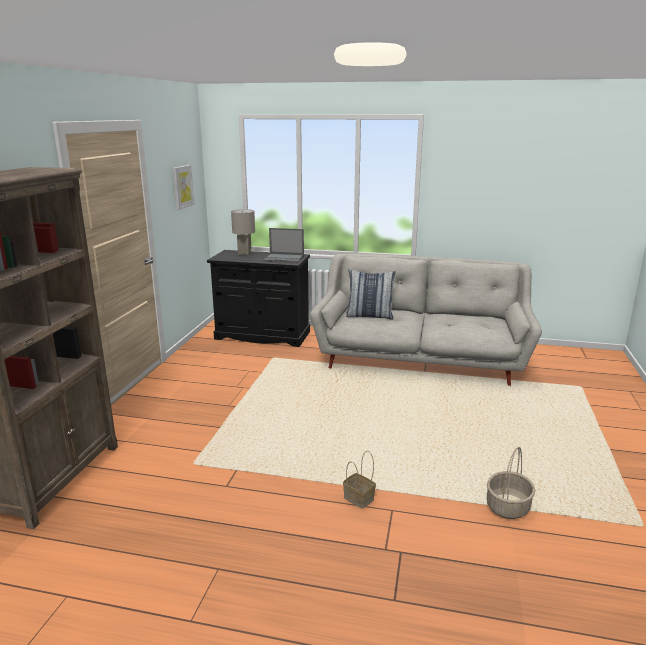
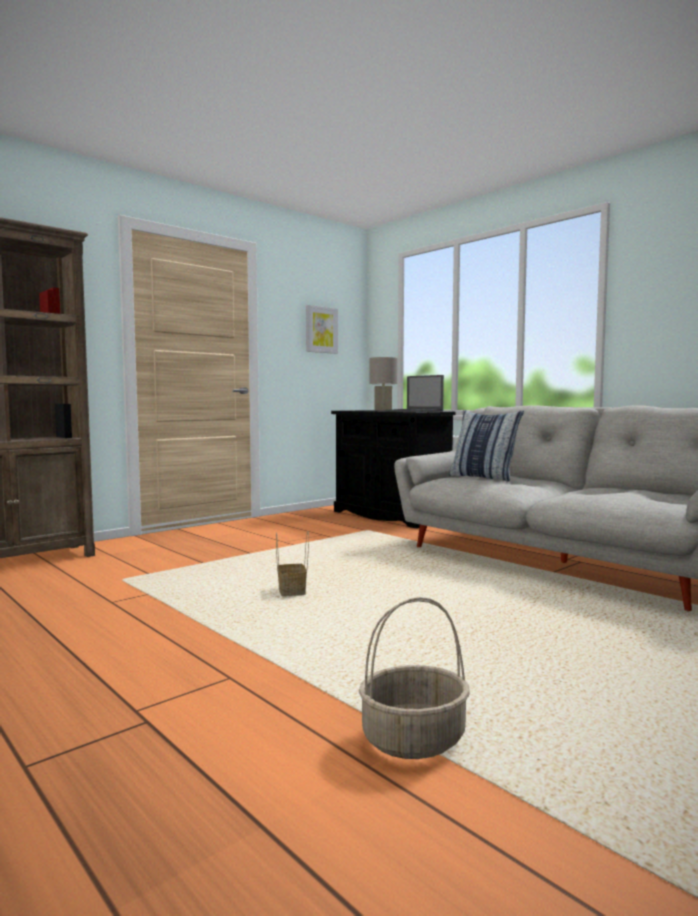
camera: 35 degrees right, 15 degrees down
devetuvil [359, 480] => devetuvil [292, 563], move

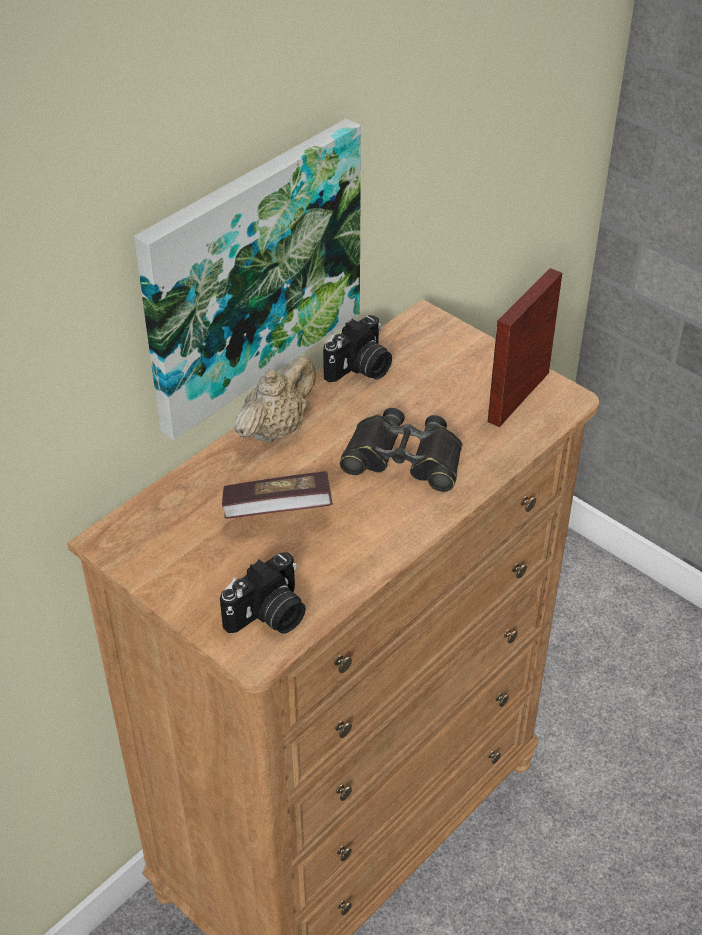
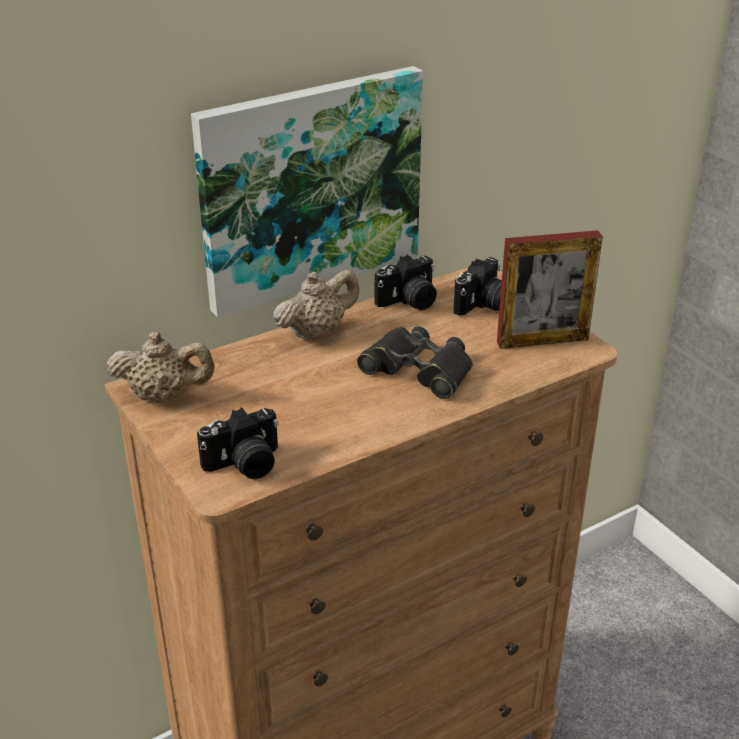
camera: 15 degrees right, 10 degrees down
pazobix [525, 347] => pazobix [550, 289], 150 degrees counterclockwise
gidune [277, 495] => nothing
nothing => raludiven [477, 286]
nothing => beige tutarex [161, 367]

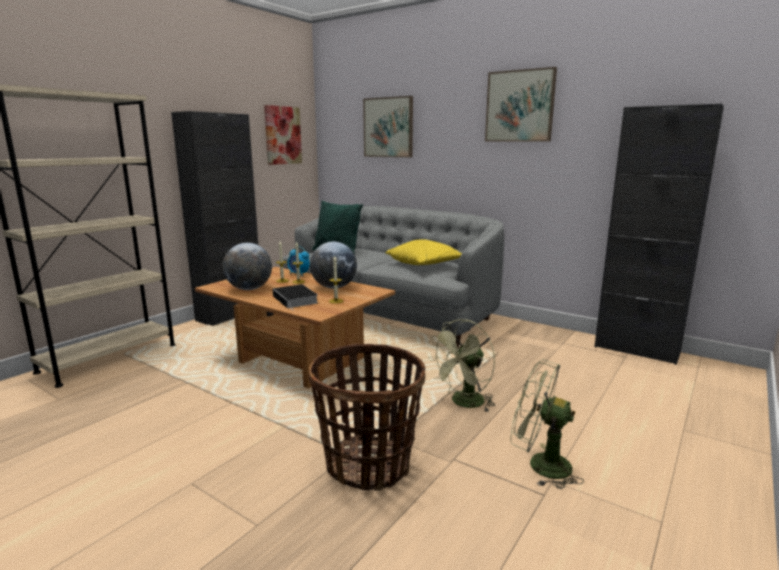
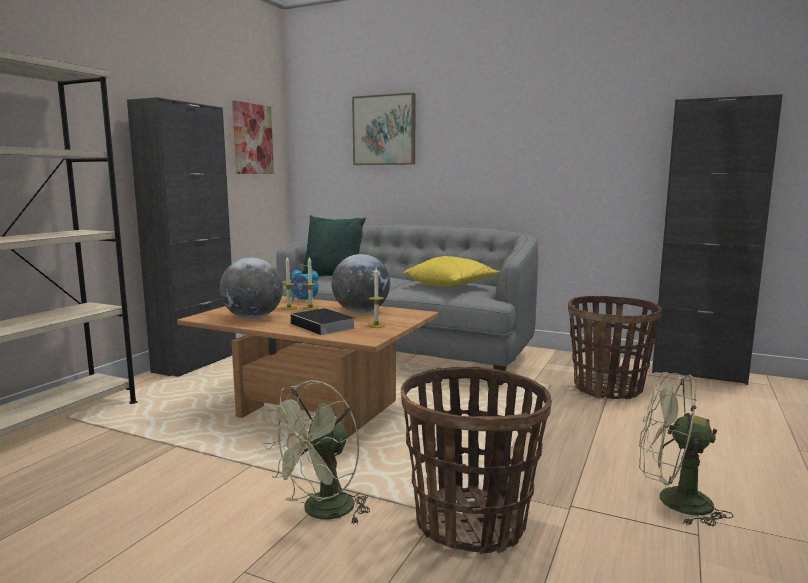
camera: 10 degrees left, 5 degrees down
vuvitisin [521, 104] => nothing
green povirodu [462, 366] => green povirodu [316, 452], move
nothing => devetuvil [615, 347]

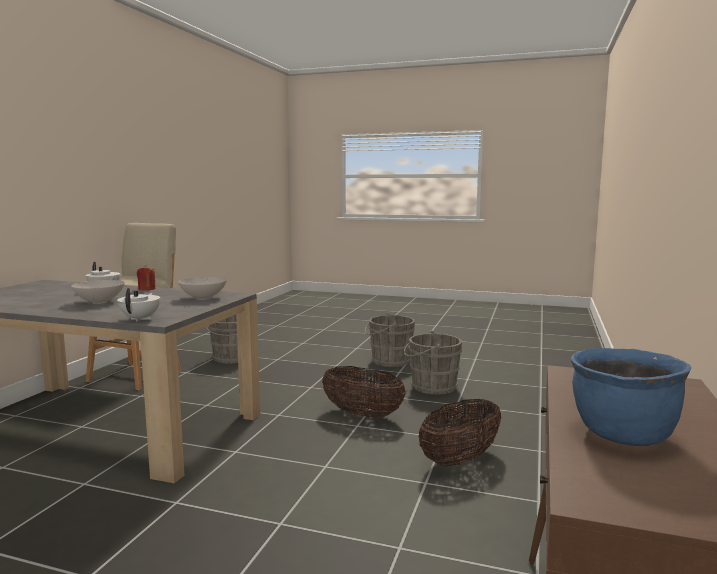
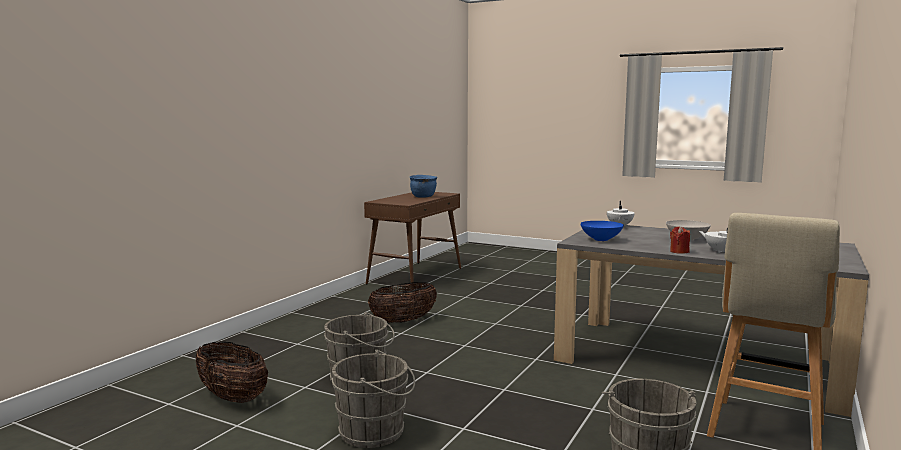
camera: 170 degrees left, 0 degrees up
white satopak [202, 288] => blue satopak [602, 231]
devetuvil [364, 392] => devetuvil [232, 372], move

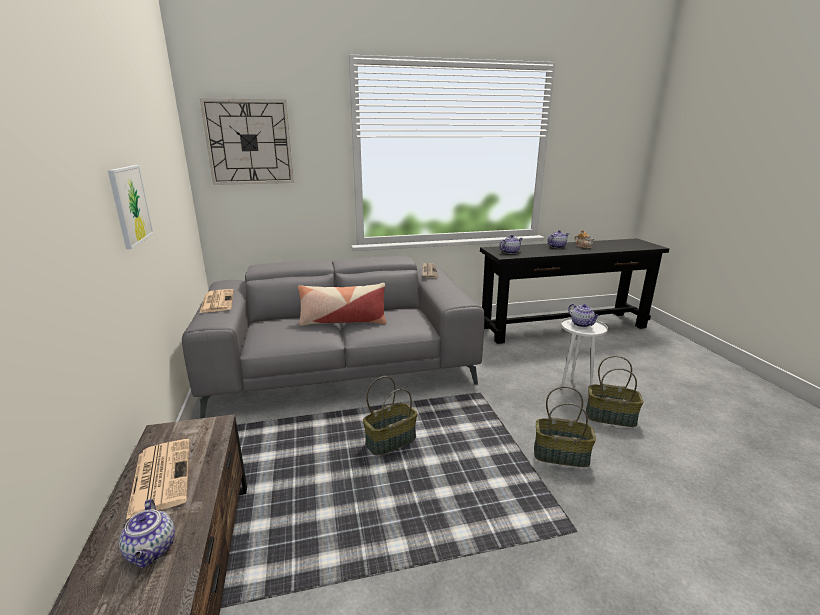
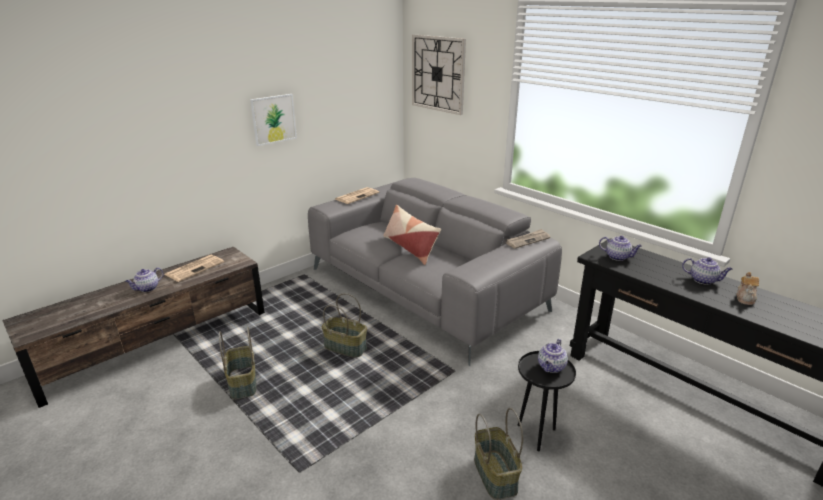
camera: 60 degrees right, 5 degrees up
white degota [584, 353] => black degota [547, 401]
devetuvil [565, 426] => devetuvil [238, 363], move

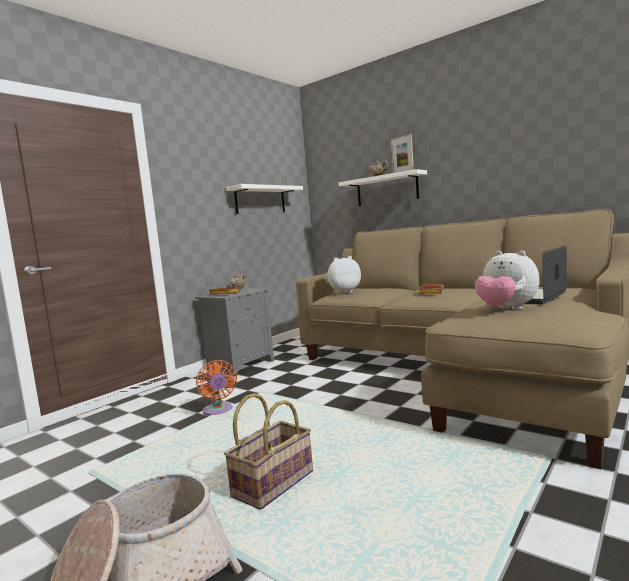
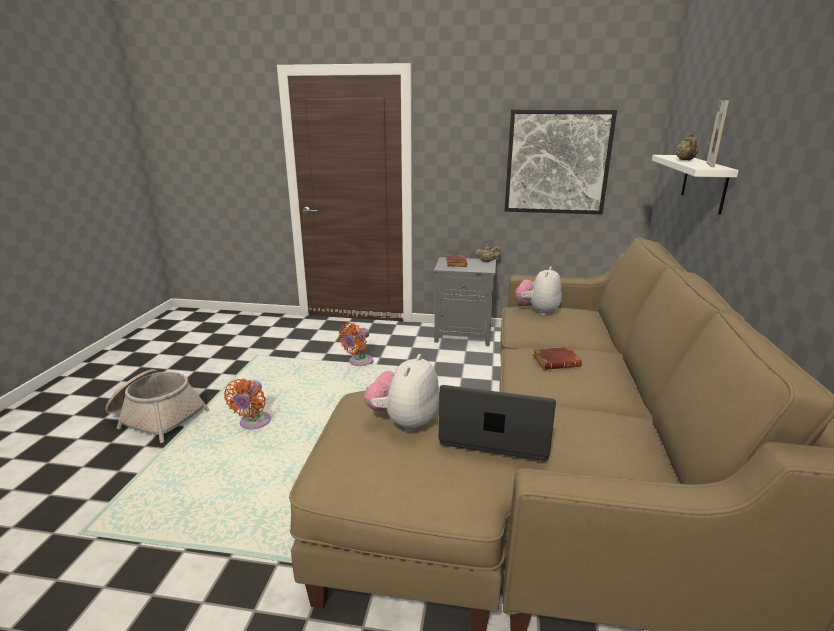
camera: 60 degrees right, 15 degrees up
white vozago [264, 199] => vuvitisin [560, 162]
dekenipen [343, 275] => dekenipen [538, 290], 105 degrees counterclockwise
devetuvil [268, 451] => orange povirodu [247, 404]

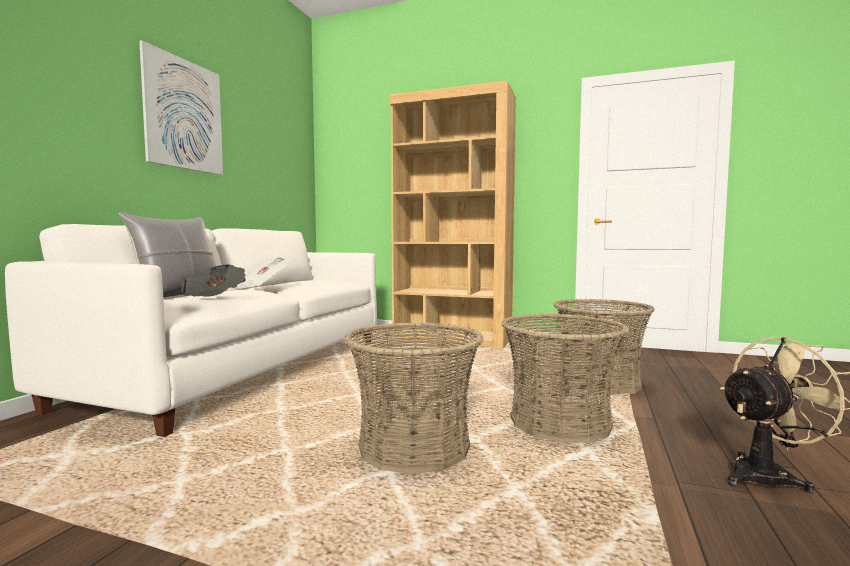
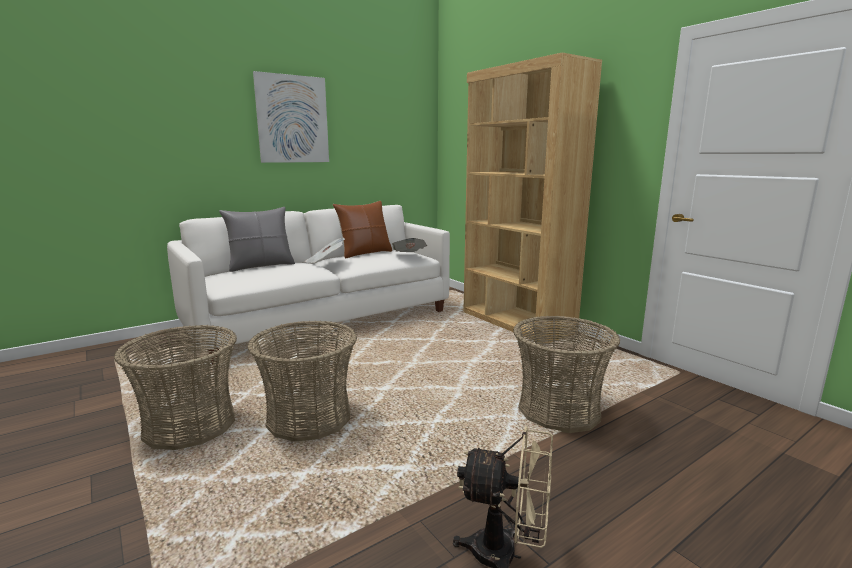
camera: 35 degrees right, 10 degrees up
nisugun [214, 280] => nisugun [409, 245], move
devetuvil [565, 378] => devetuvil [175, 387], move
nothing => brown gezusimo [362, 229]

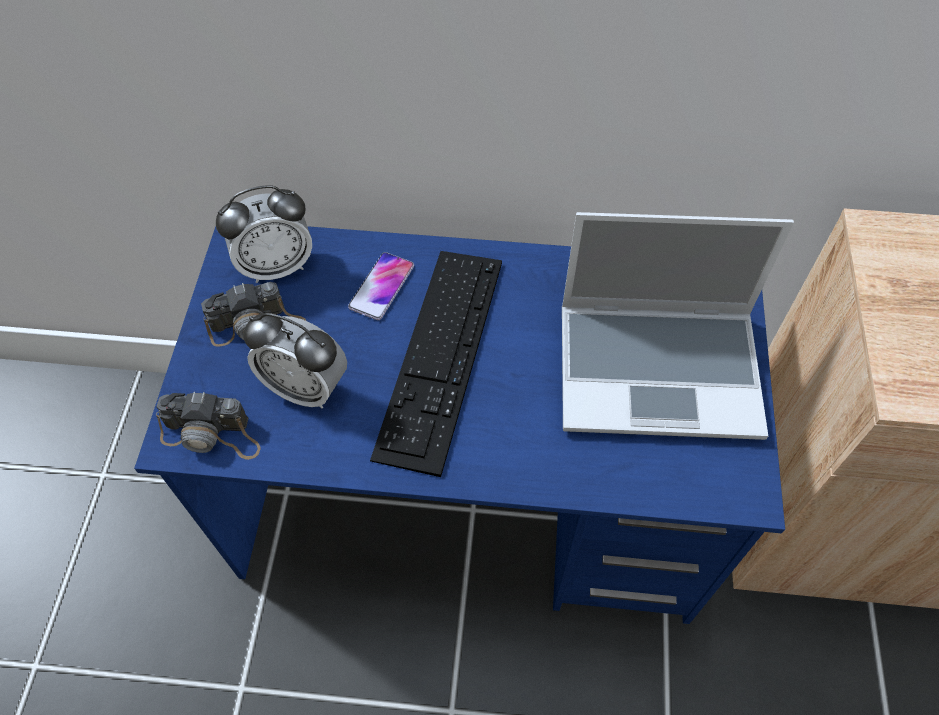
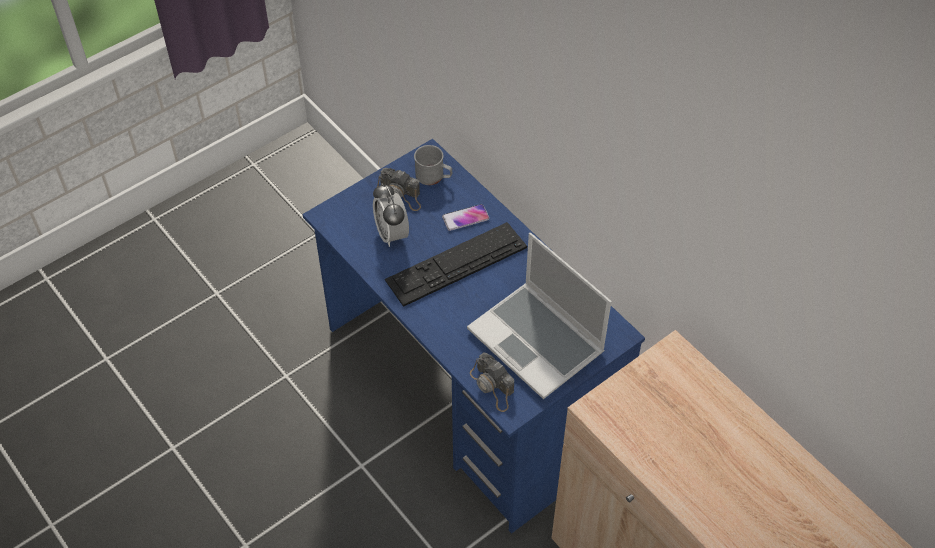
camera: 45 degrees right, 5 degrees down
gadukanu [264, 234] => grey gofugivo [433, 165]
raludiven [208, 426] => raludiven [492, 382], move

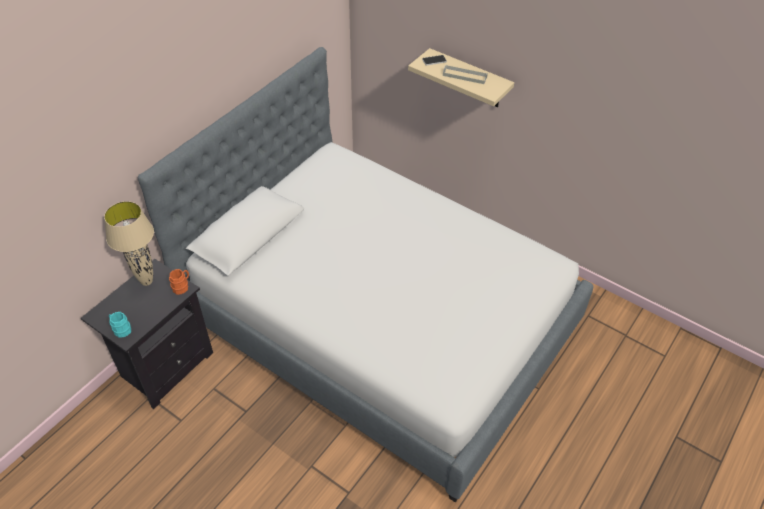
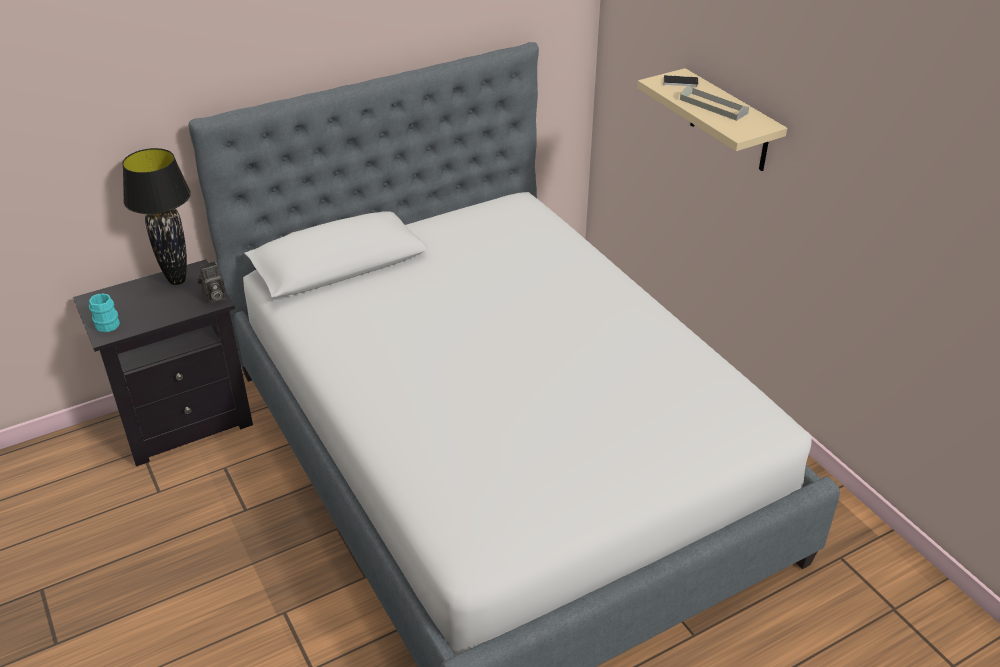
camera: 25 degrees right, 10 degrees down
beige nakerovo [129, 243] => black nakerovo [156, 216]
orange gofugivo [179, 282] => raludiven [211, 282]

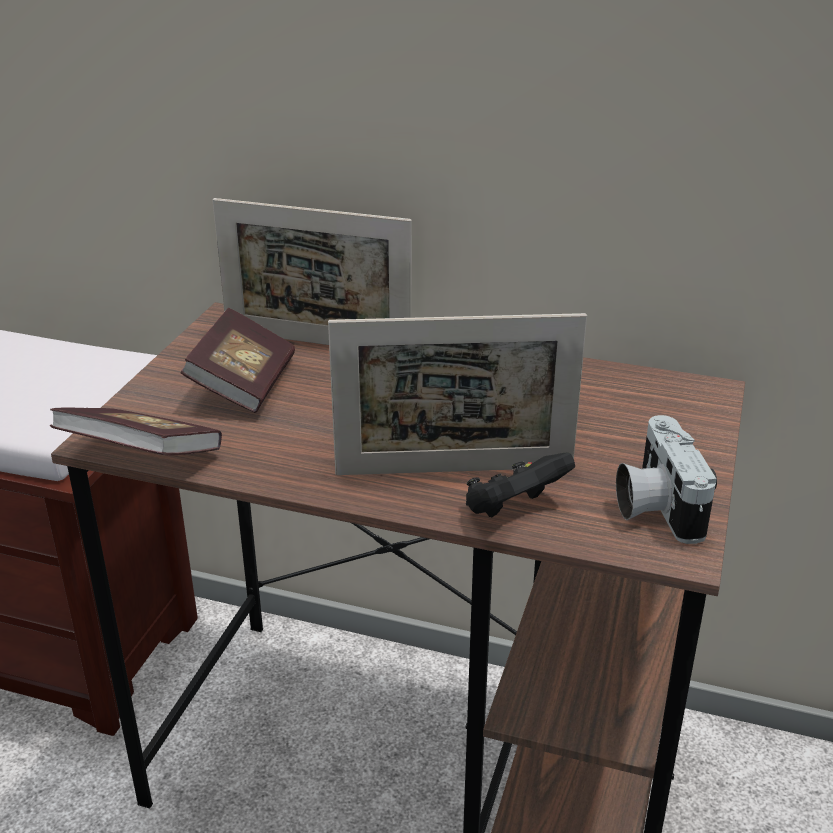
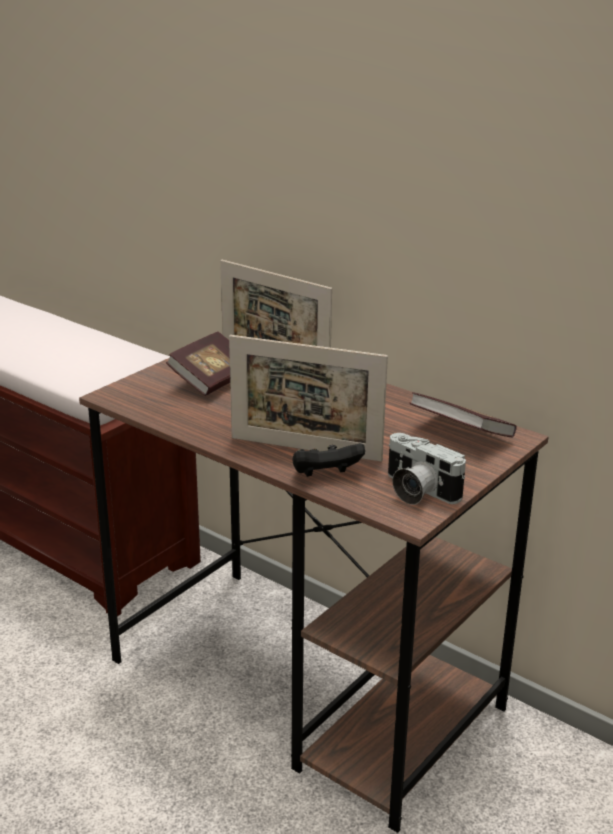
camera: 20 degrees right, 5 degrees down
gidune [136, 431] => gidune [463, 415], move
raludiven [666, 479] => raludiven [427, 469], 60 degrees counterclockwise

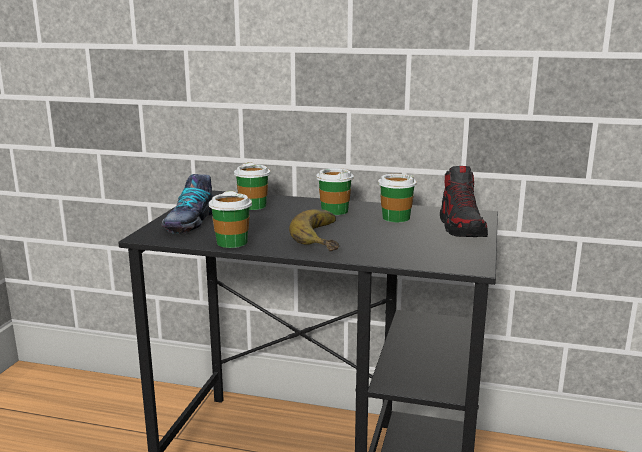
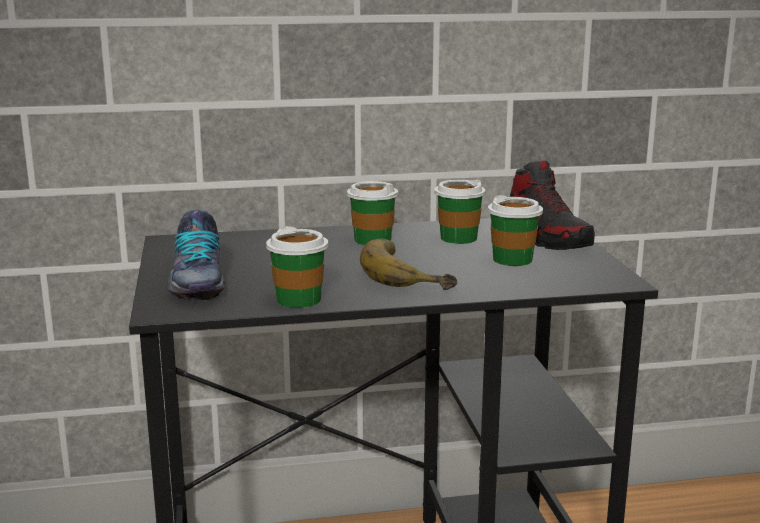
camera: 25 degrees left, 0 degrees up
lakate [252, 186] => lakate [515, 230], move

